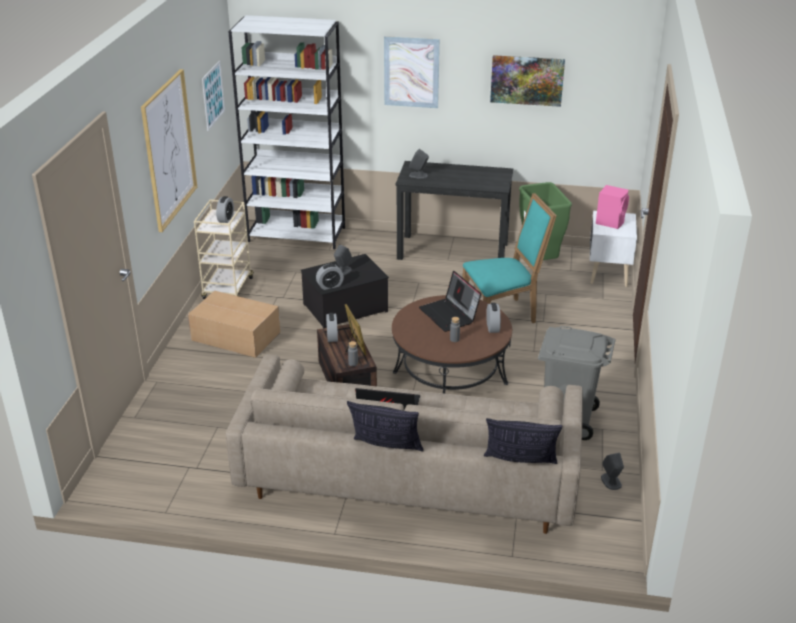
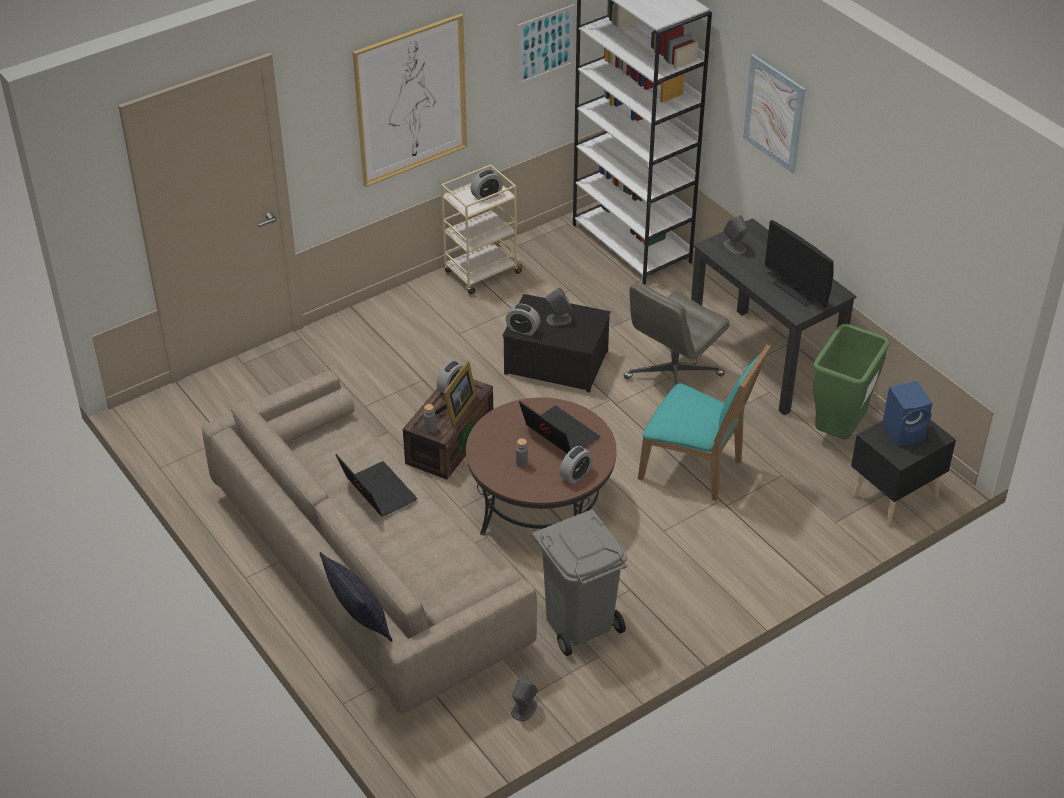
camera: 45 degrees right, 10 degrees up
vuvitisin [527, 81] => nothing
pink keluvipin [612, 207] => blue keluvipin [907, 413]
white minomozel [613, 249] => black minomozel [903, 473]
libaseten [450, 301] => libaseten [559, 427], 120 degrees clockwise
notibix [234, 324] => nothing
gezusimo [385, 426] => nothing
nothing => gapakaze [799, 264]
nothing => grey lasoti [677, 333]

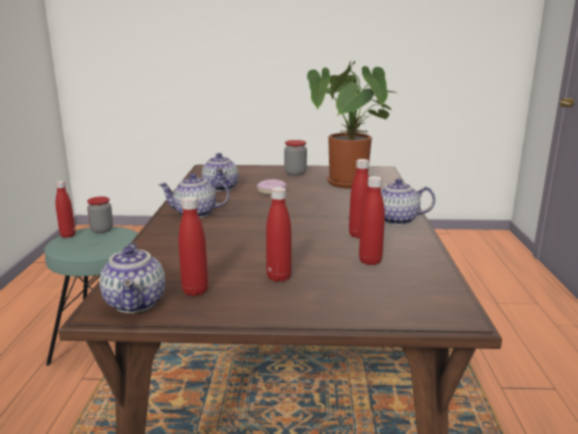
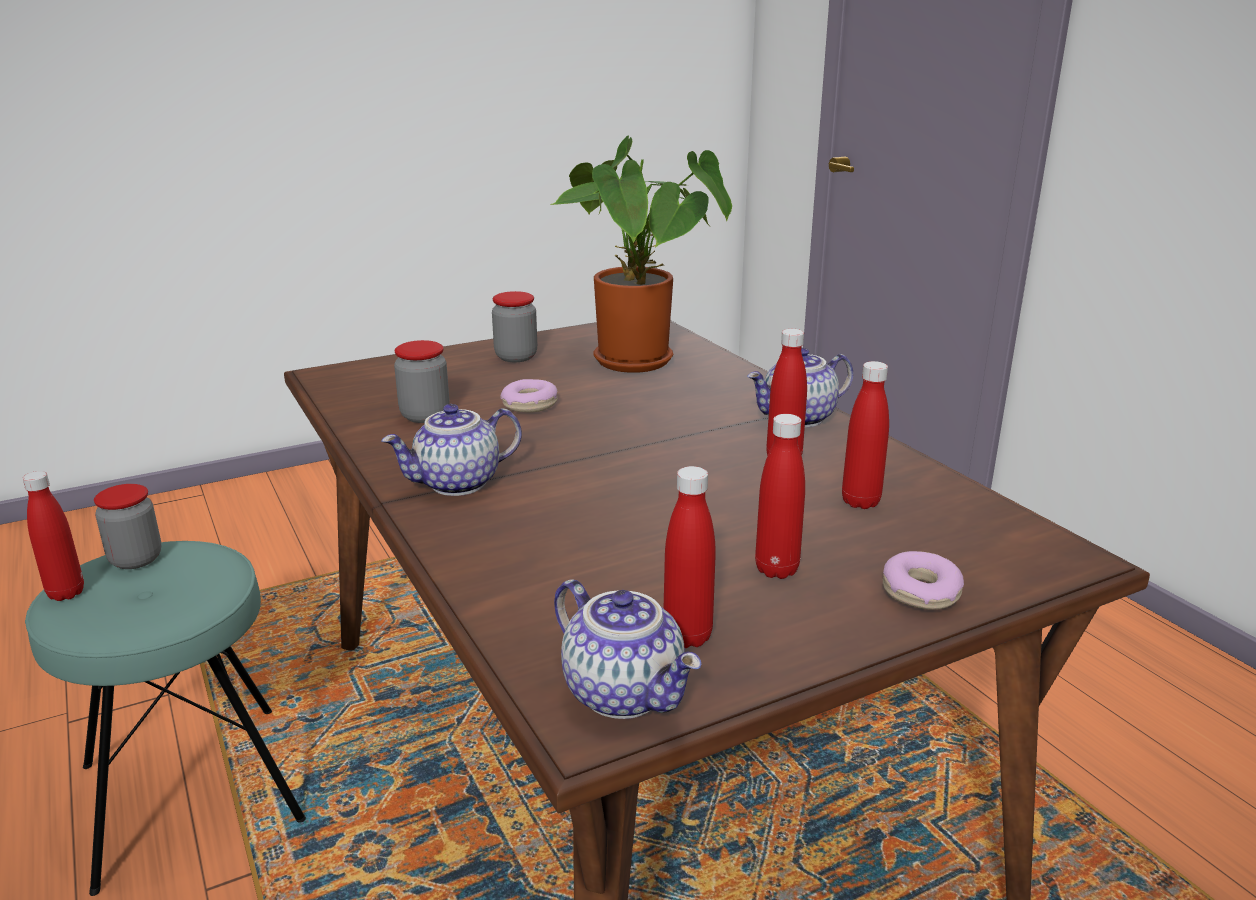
camera: 30 degrees left, 5 degrees up
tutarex [220, 172] => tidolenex [421, 381]
nothing => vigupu [923, 580]

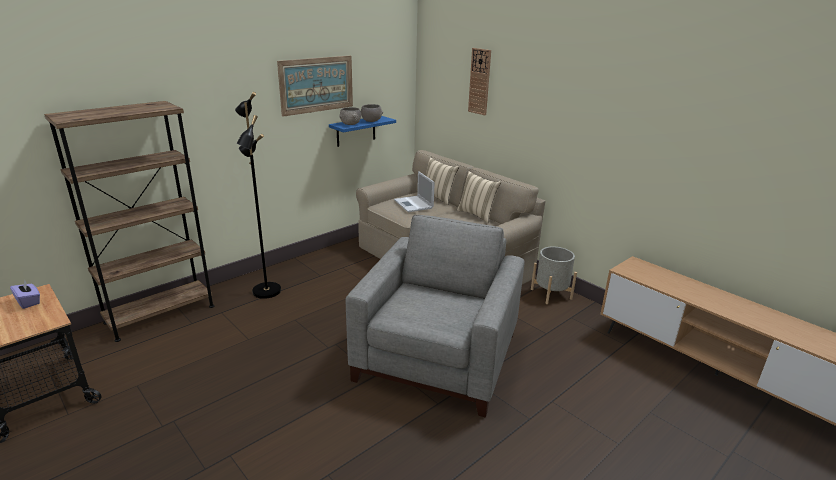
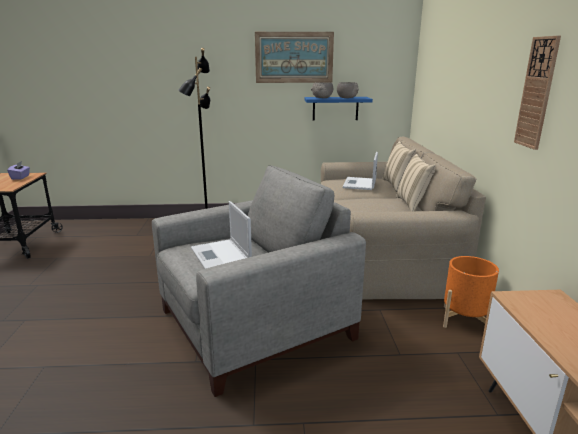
camera: 40 degrees right, 5 degrees down
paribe [479, 81] => paribe [537, 93], move
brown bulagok [129, 221] => nothing
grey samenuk [554, 275] => orange samenuk [471, 292]
nothing => libaseten [221, 235]

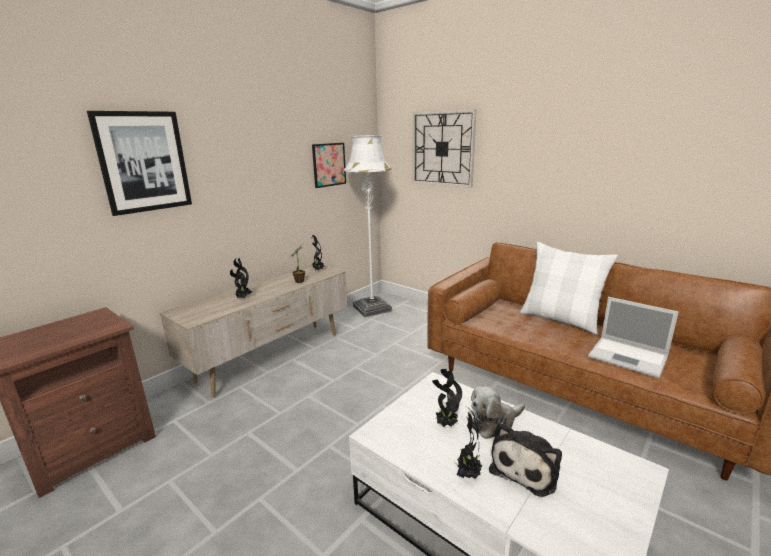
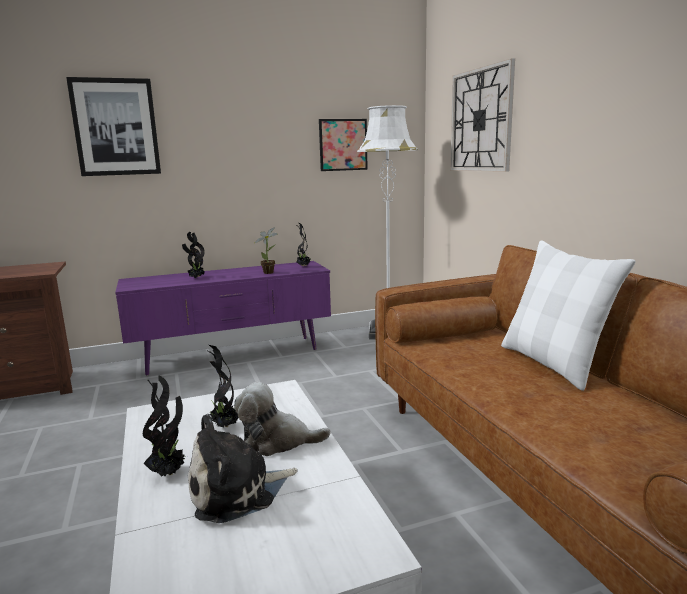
camera: 30 degrees right, 5 degrees down
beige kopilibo [253, 330] => purple kopilibo [223, 318]
libaseten [633, 337] => nothing

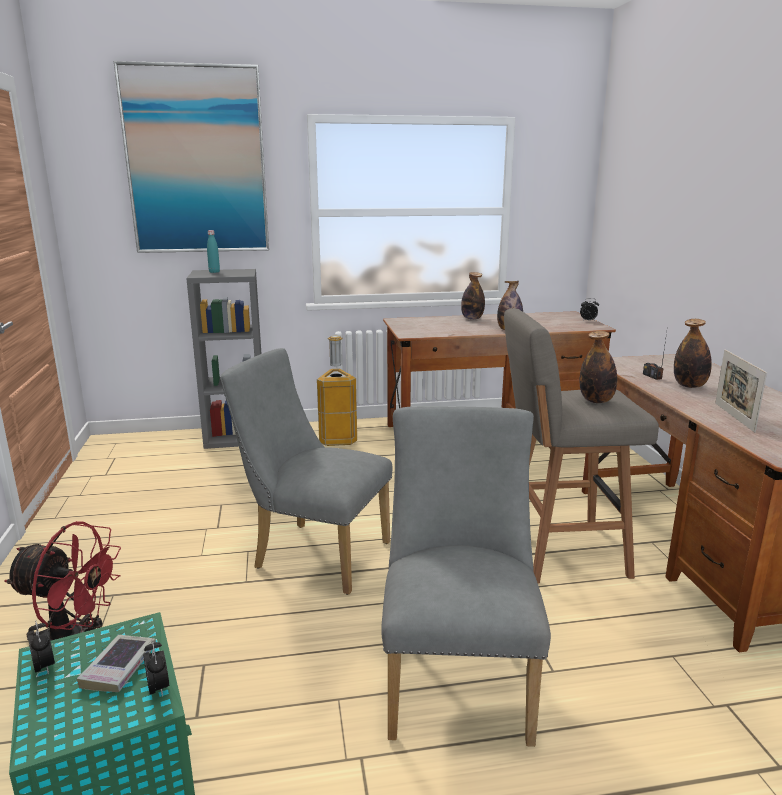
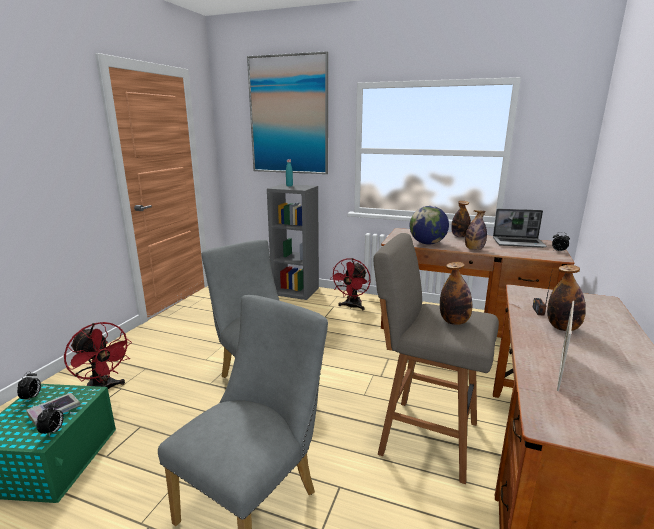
camera: 30 degrees right, 0 degrees up
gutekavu [337, 390] => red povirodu [350, 284]
nothing => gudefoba [429, 225]
nothing => libaseten [520, 228]

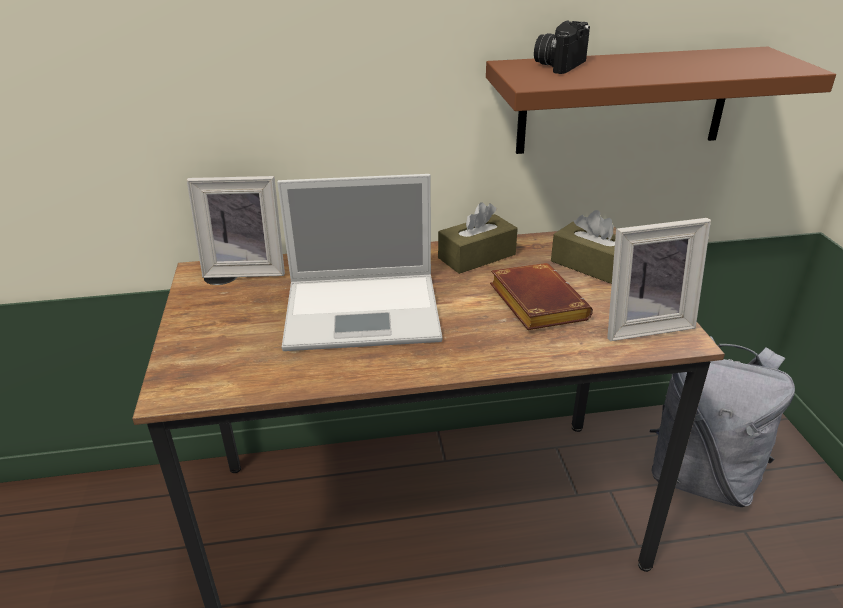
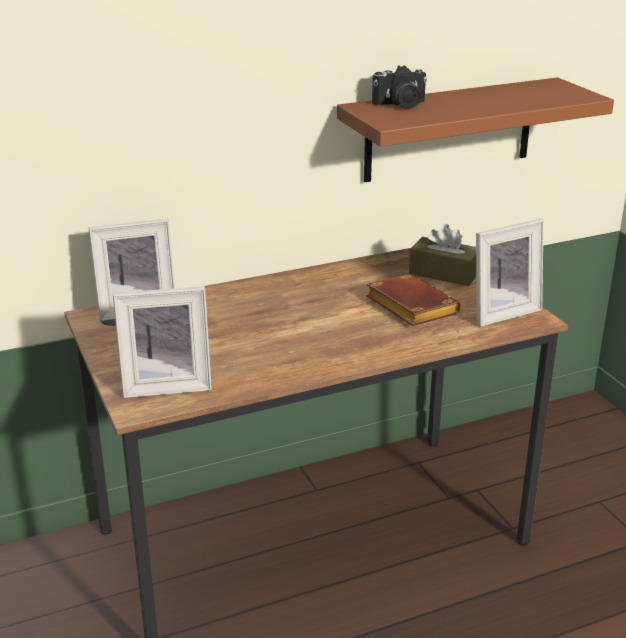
camera: 15 degrees left, 5 degrees down
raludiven [562, 47] => raludiven [399, 87], 120 degrees counterclockwise
libaseten [359, 262] => nothing
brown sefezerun [478, 238] => nothing
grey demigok [722, 421] => nothing
nothing => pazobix [162, 342]

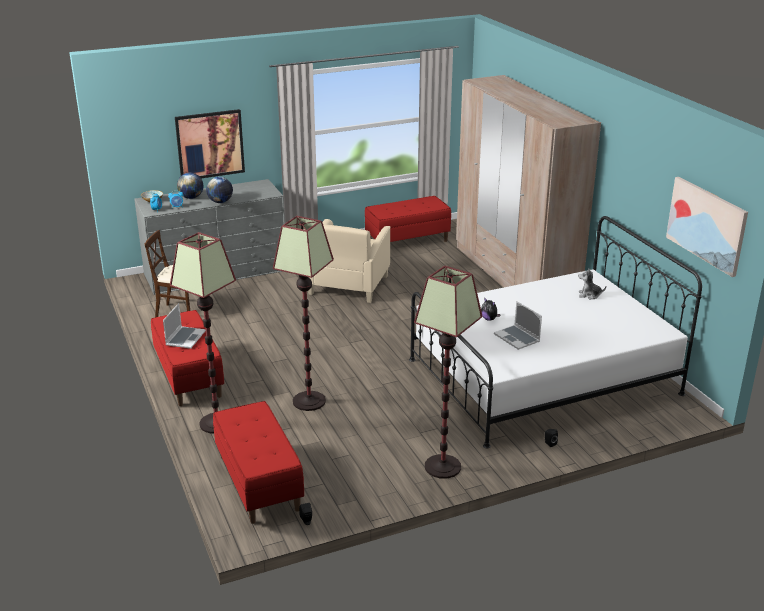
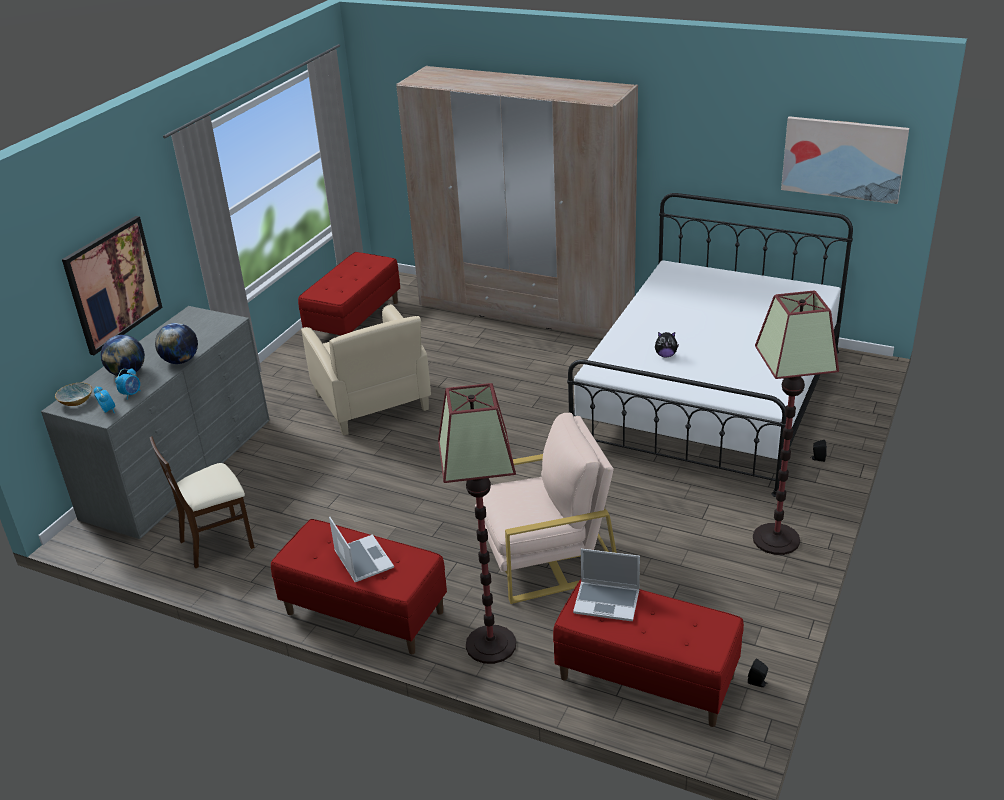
camera: 40 degrees left, 5 degrees up
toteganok [303, 313] => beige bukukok [546, 508]
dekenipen [592, 284] => nothing
libaseten [518, 325] => libaseten [606, 585], move

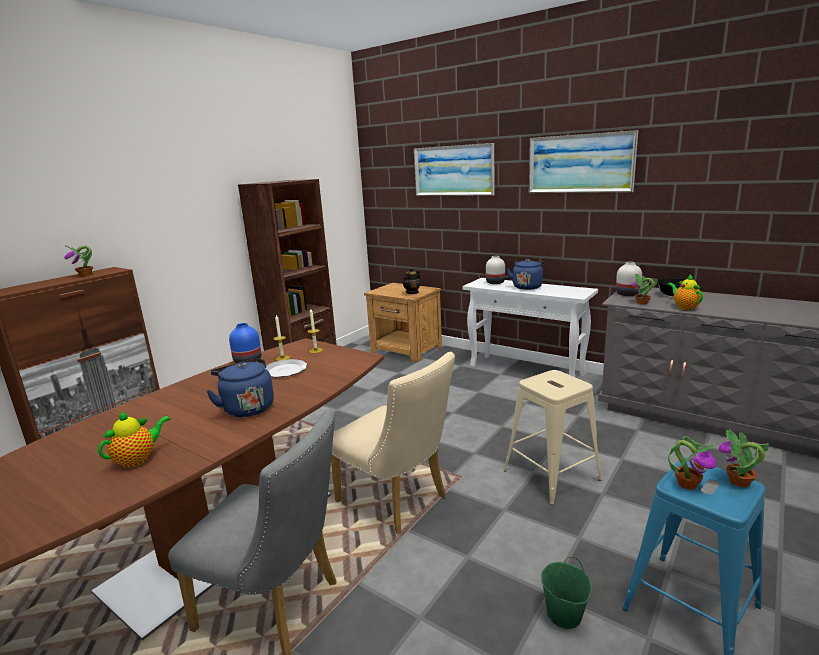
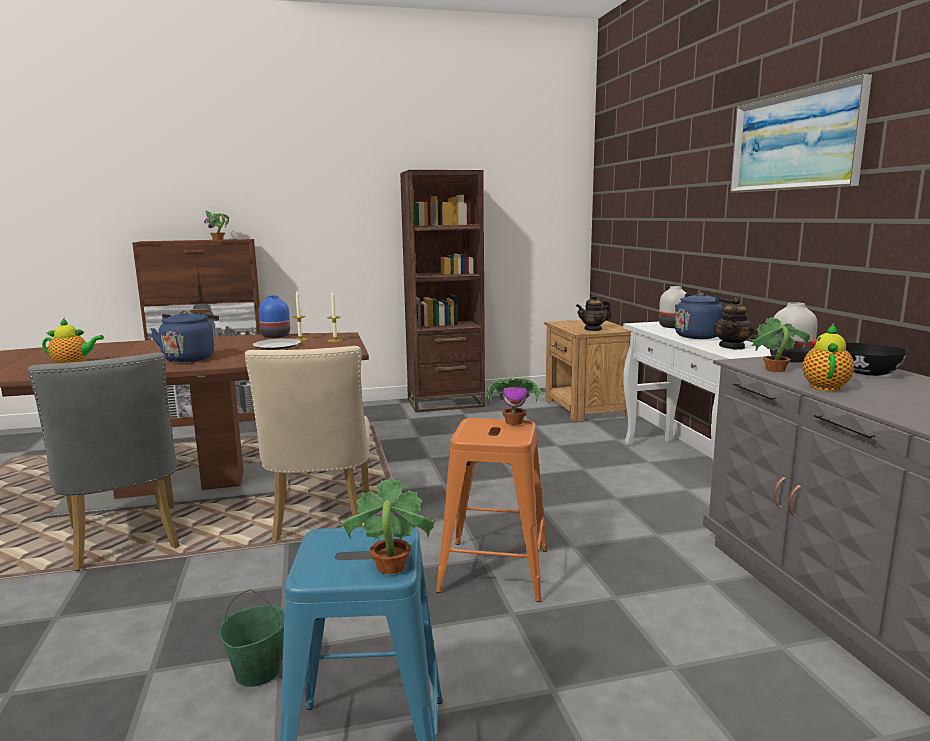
camera: 40 degrees right, 5 degrees down
vuvitisin [454, 169] => nothing
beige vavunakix [553, 437] => orange vavunakix [492, 510]
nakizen [692, 463] => nakizen [514, 401], move
nothing => tutarex [734, 323]

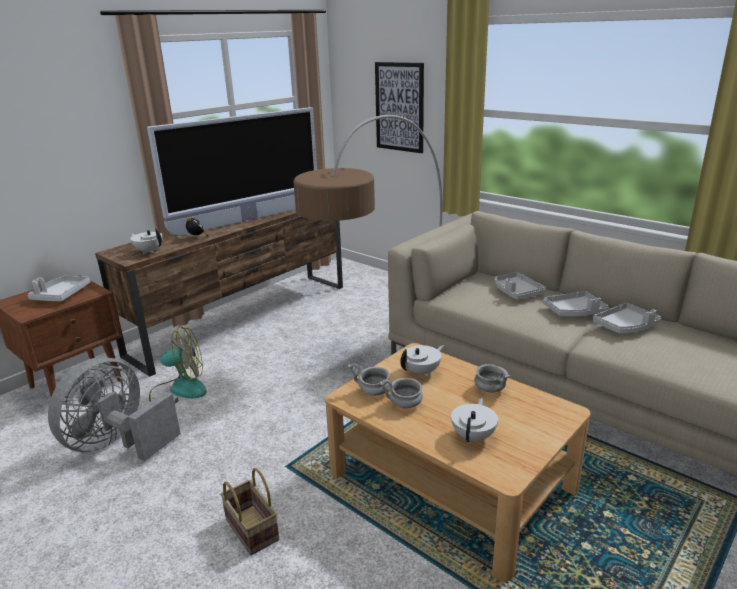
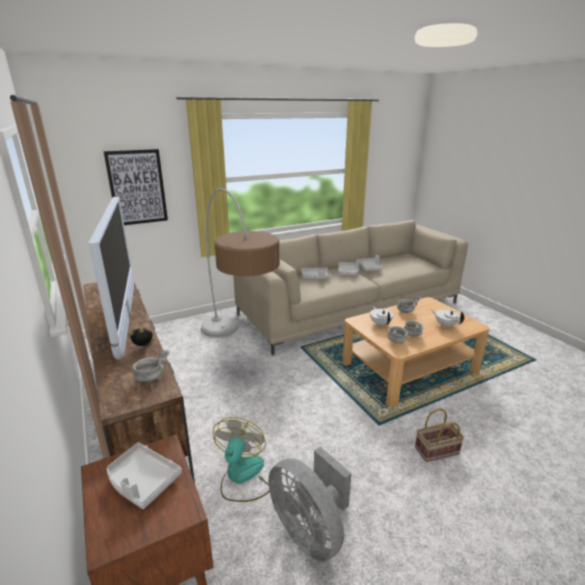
camera: 70 degrees left, 0 degrees up
white tutarex [146, 241] => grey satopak [151, 366]

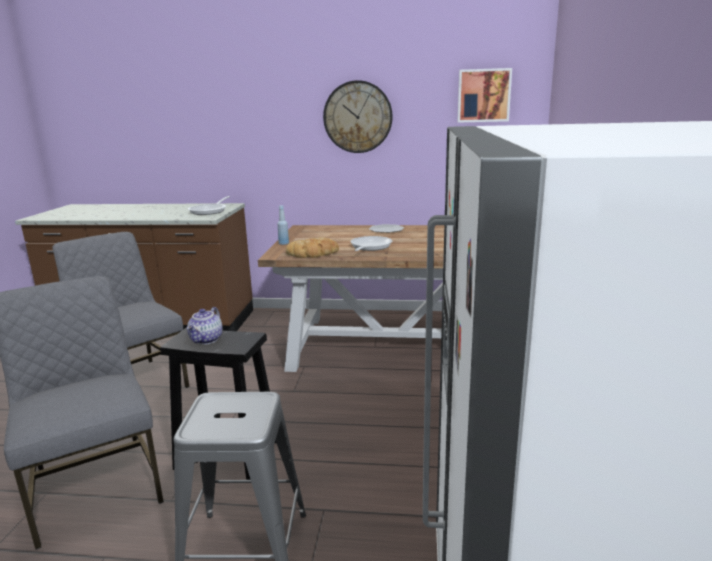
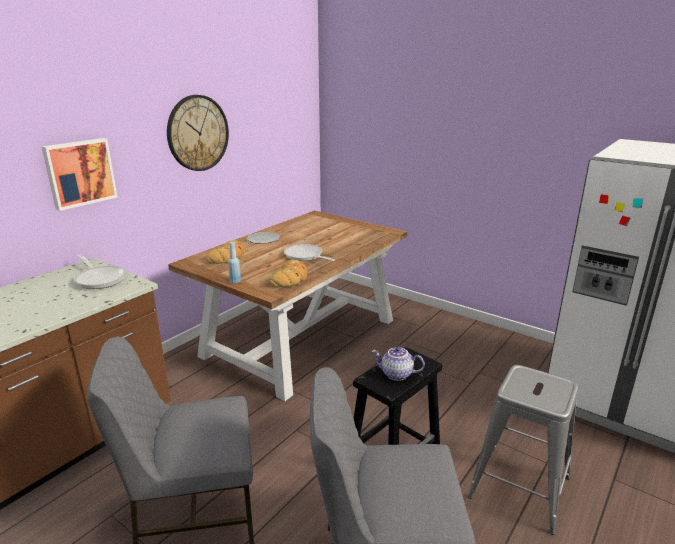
camera: 60 degrees left, 5 degrees up
vuvitisin [485, 95] => vuvitisin [79, 174], move
tutarex [205, 326] => tutarex [398, 364], 150 degrees clockwise
nothing => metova [225, 252]

